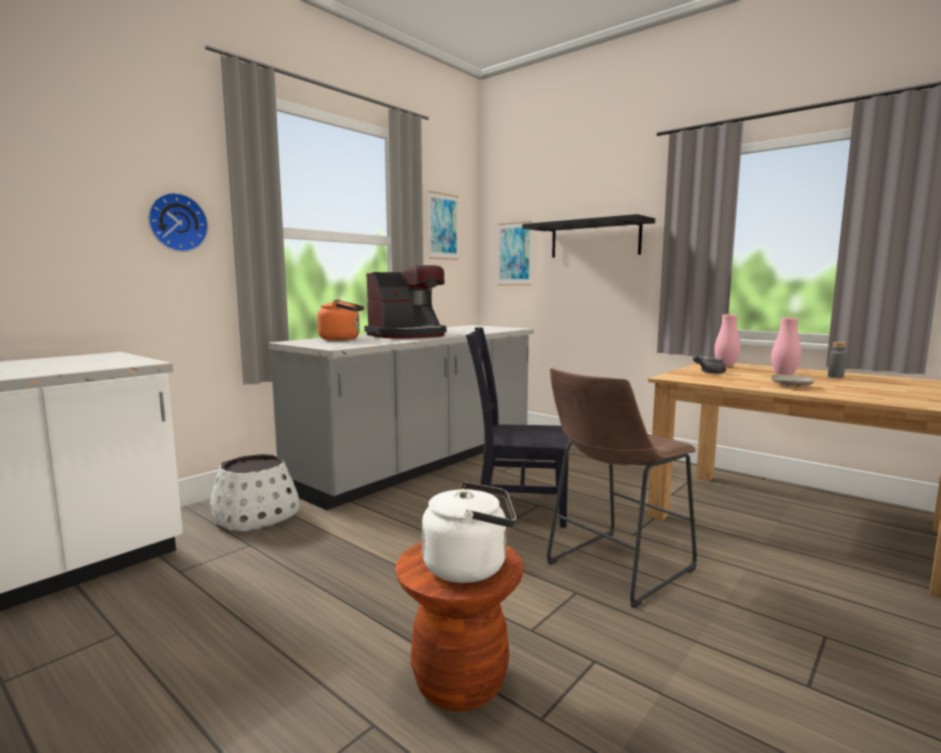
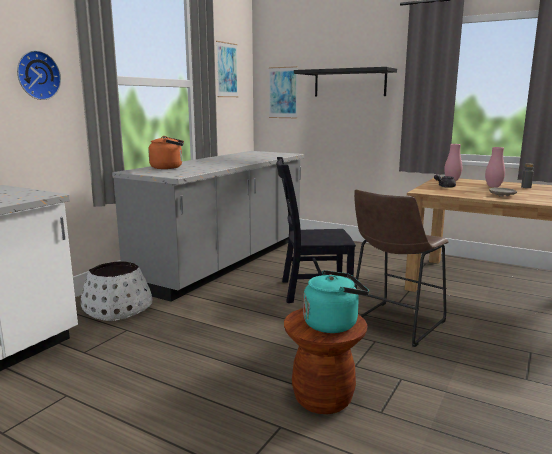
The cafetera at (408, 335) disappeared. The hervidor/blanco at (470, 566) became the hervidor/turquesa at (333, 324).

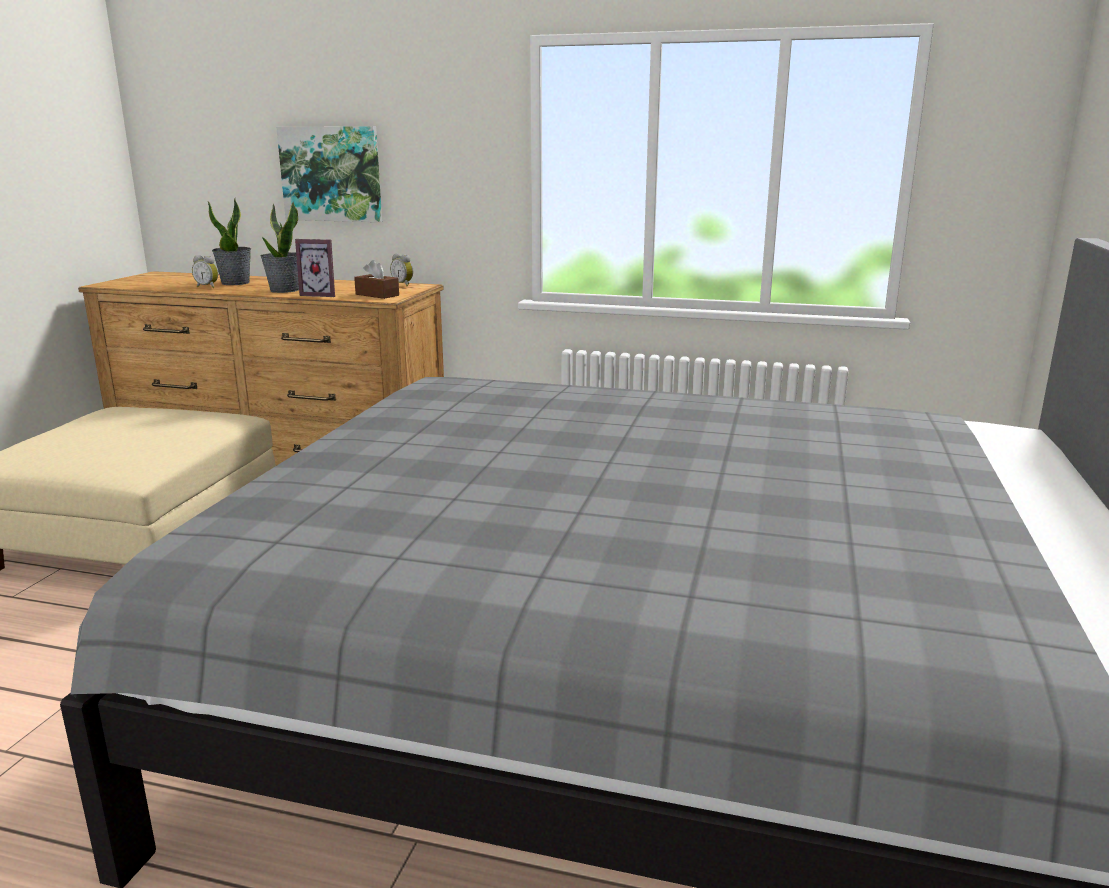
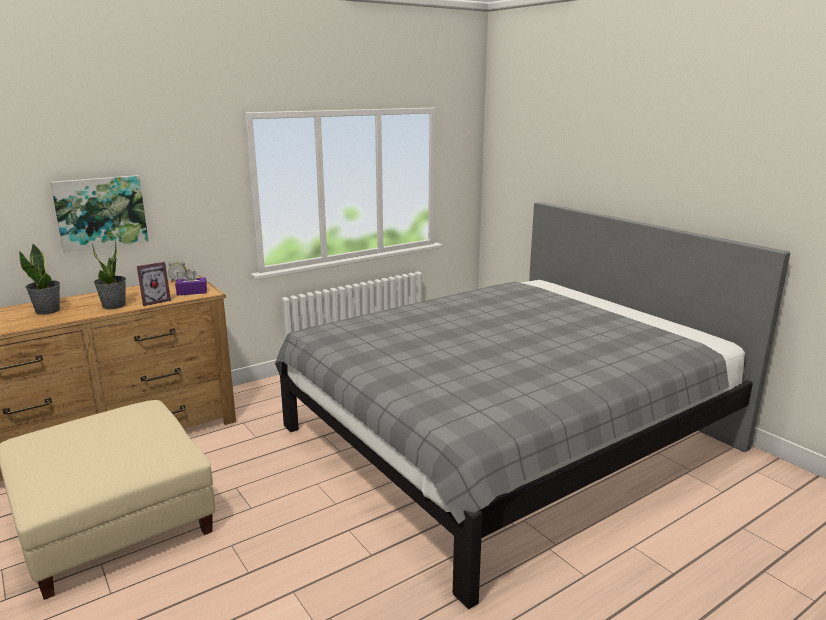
The despertador at (208, 287) disappeared. The caja de pañuelos/marrón at (377, 295) became the caja de pañuelos/morado at (192, 292).

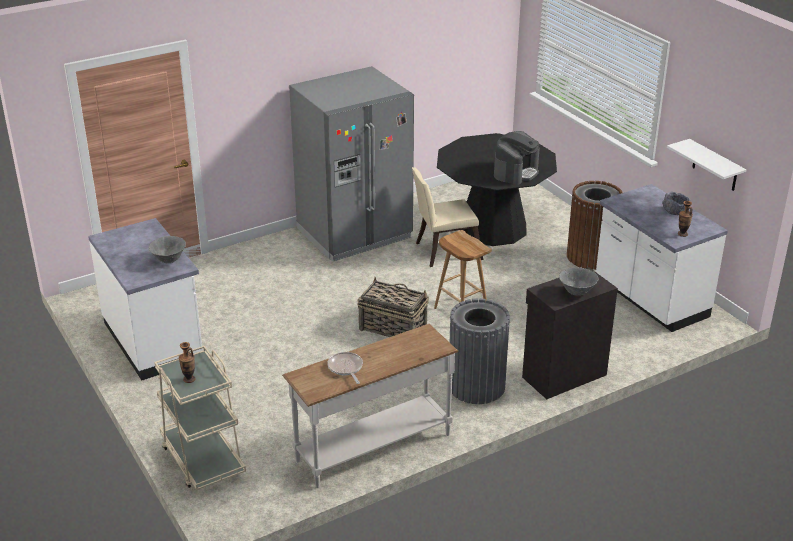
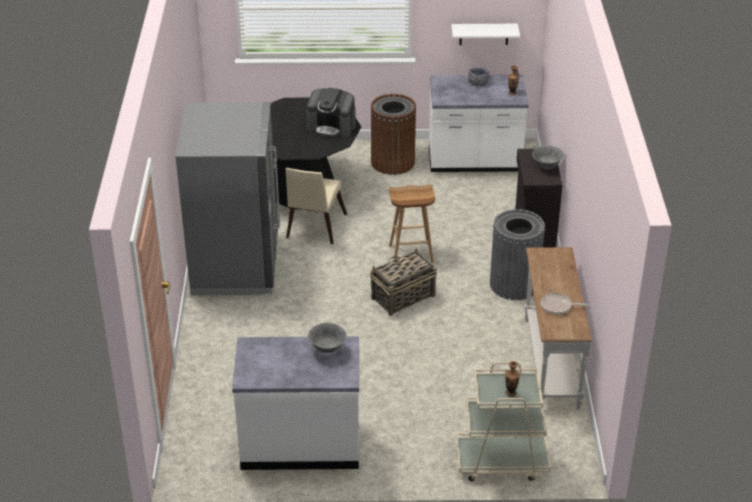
The cafetera at (516, 172) turned 135 degrees clockwise.

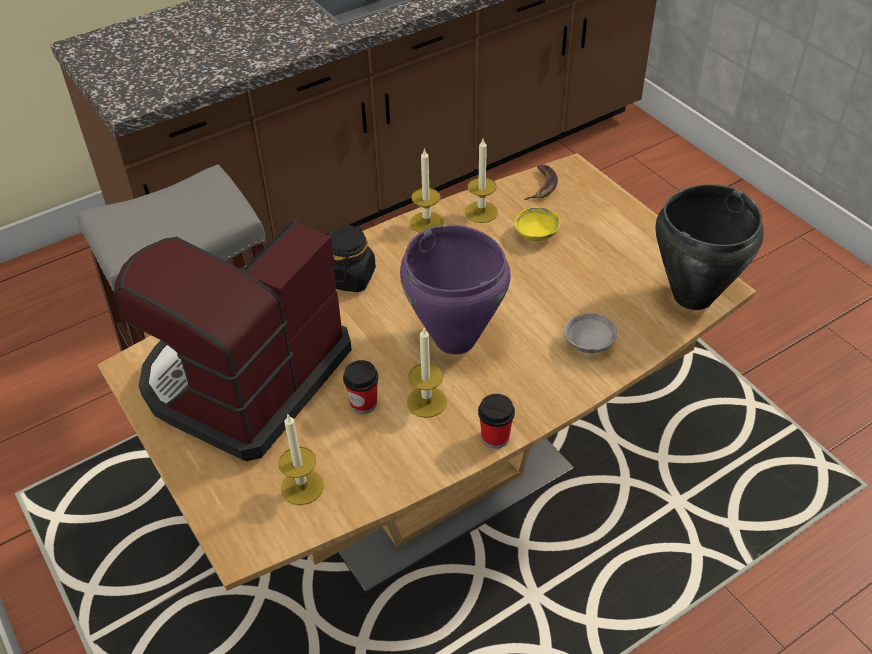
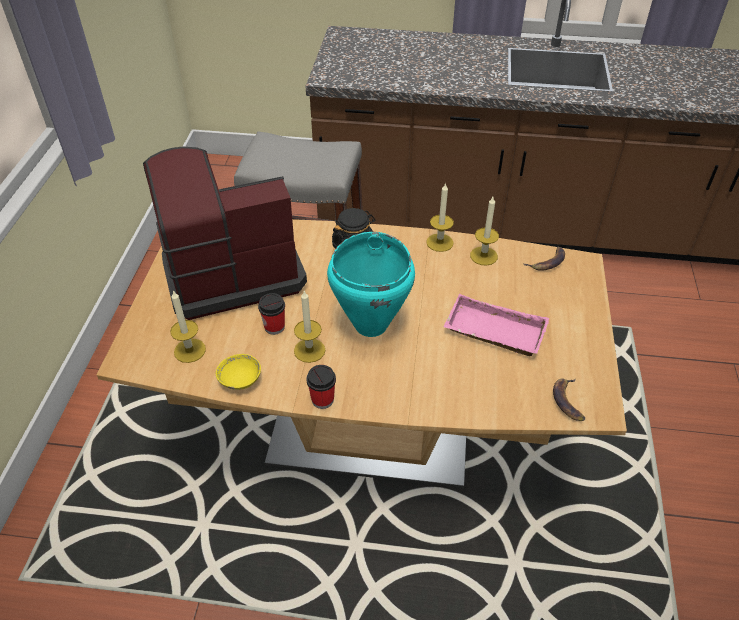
The olla/morado at (455, 340) became the olla/turquesa at (370, 325). The cuenco/amarillo moved from (536, 234) to (240, 380). The cuenco/gris at (588, 343) disappeared. The olla/negro at (692, 296) was replaced by the plátano at (568, 401). The bandeja/rosa at (492, 332) appeared.

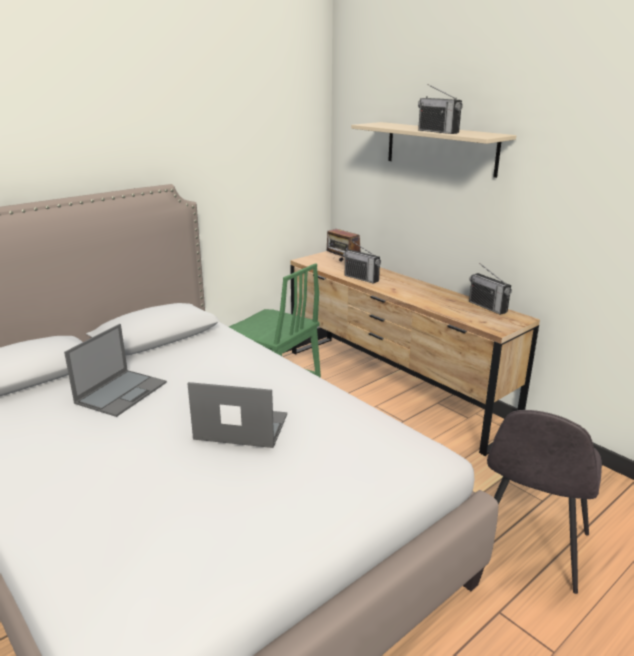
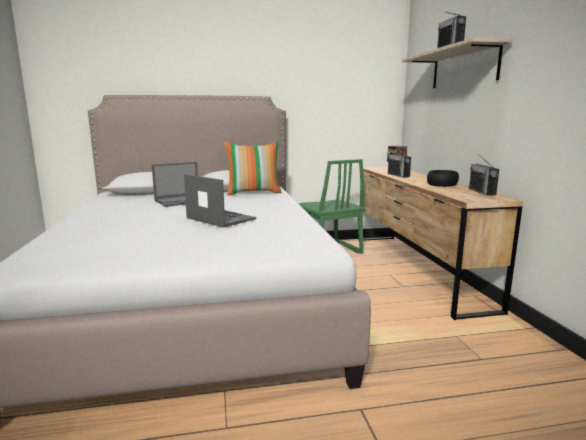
The silla/gris at (529, 546) disappeared. The cojín at (254, 192) appeared. The cuenco/negro at (442, 184) appeared.

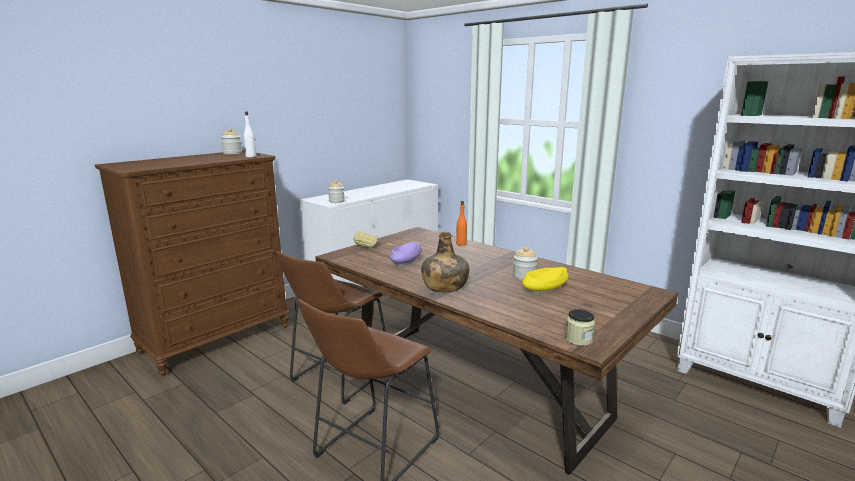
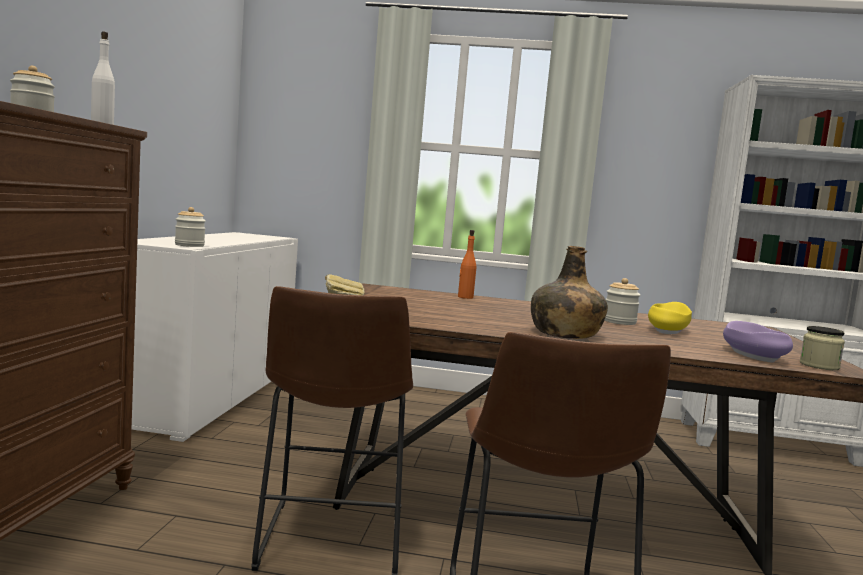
The cuenco/morado moved from (406, 261) to (754, 355).

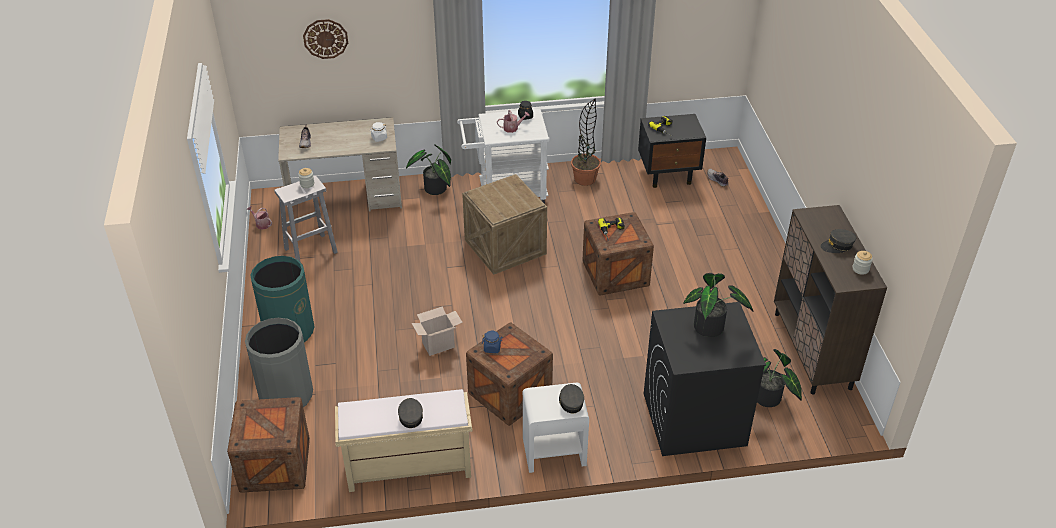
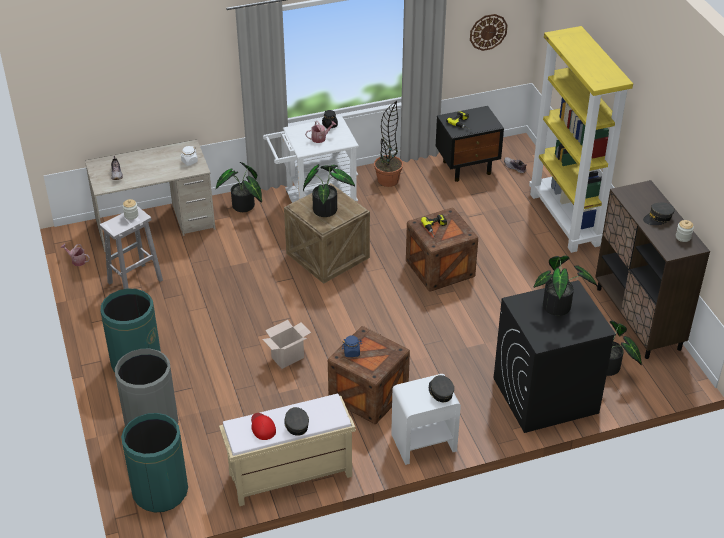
The caja de embalaje at (275, 465) was replaced by the papelera/verde at (160, 491). The reloj de pared moved from (325, 38) to (488, 32). The gorra/rojo at (262, 427) appeared. The planta en maceta at (327, 208) appeared. The estantería/amarillo at (565, 219) appeared.

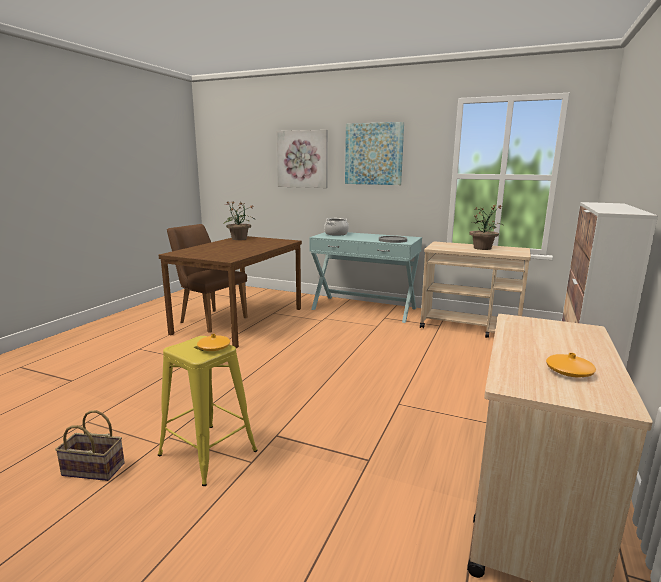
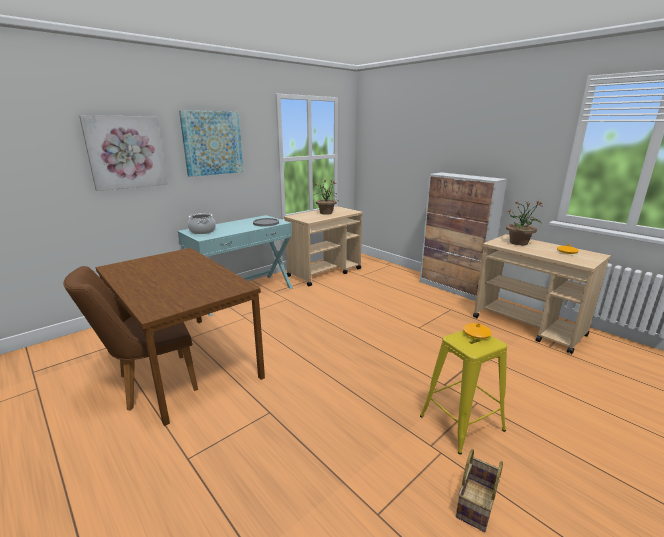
The planta en maceta moved from (239, 239) to (519, 242).

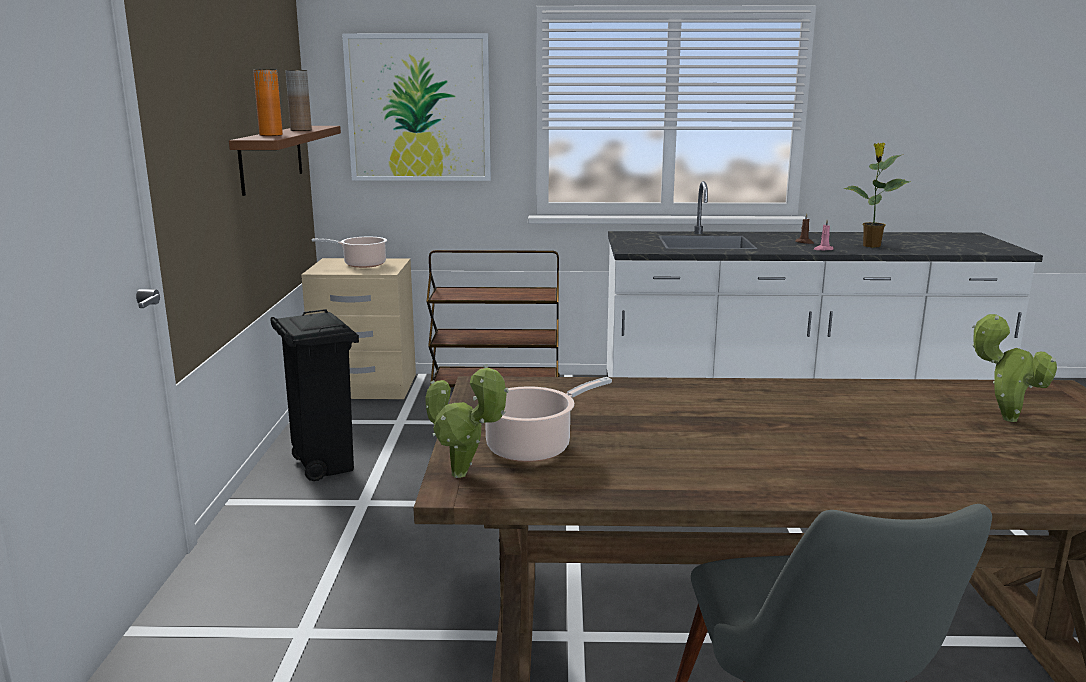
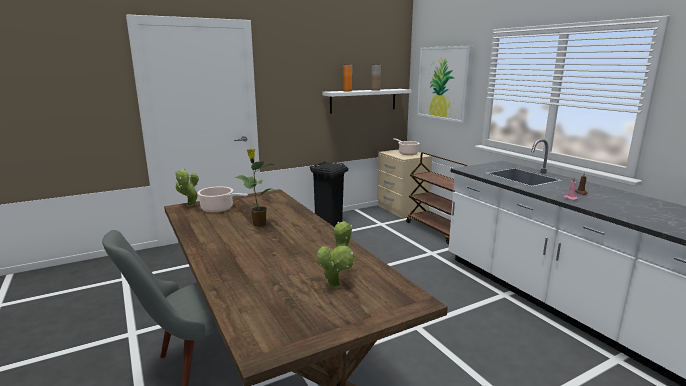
The estante/marrón at (272, 157) became the estante/blanco at (363, 100). The planta en maceta moved from (870, 246) to (258, 224).

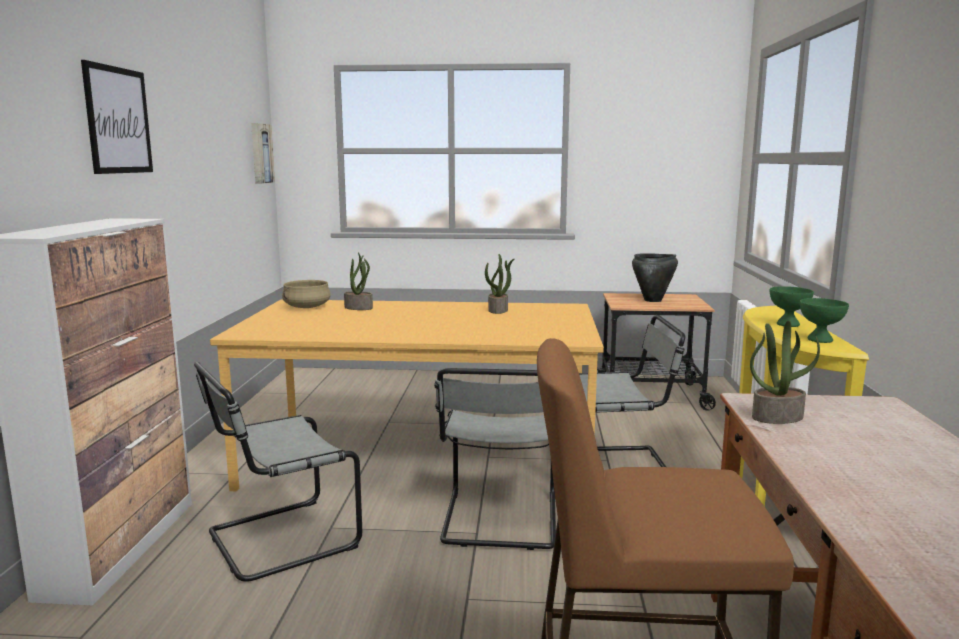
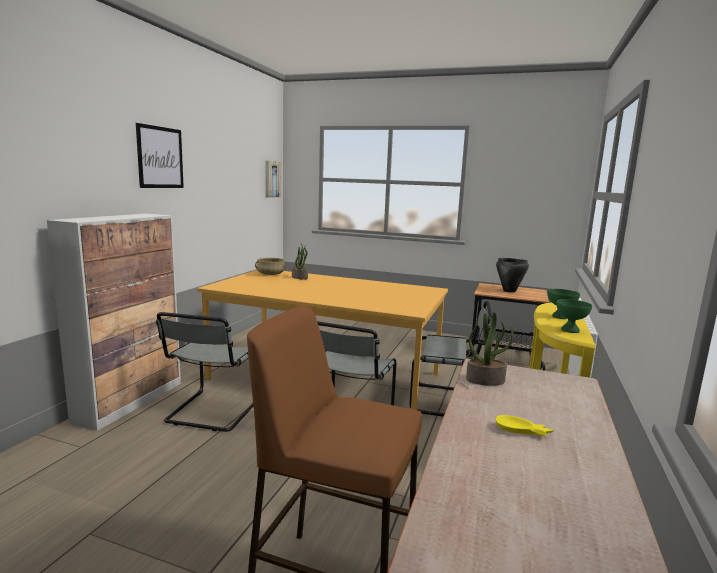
The silla/gris at (277, 540) turned 60 degrees counterclockwise. The planta en maceta at (498, 310) disappeared. The cuenco/amarillo at (523, 432) appeared.

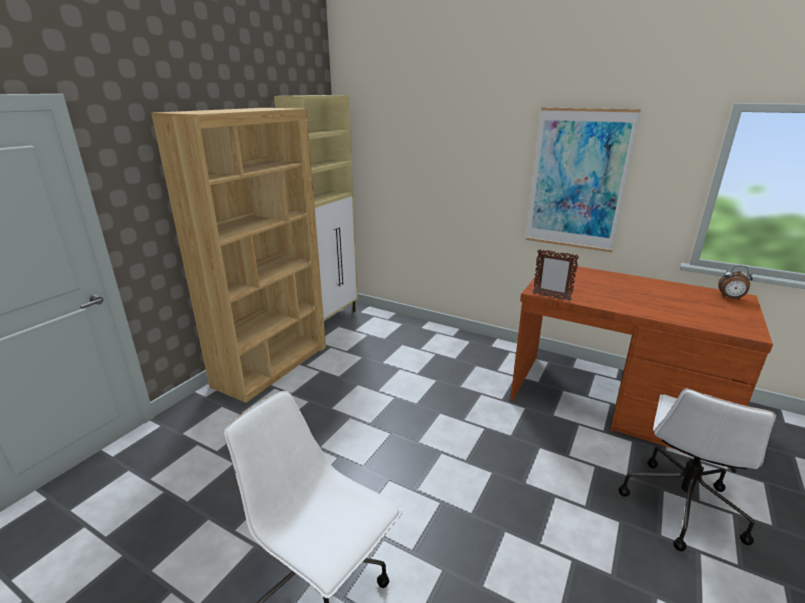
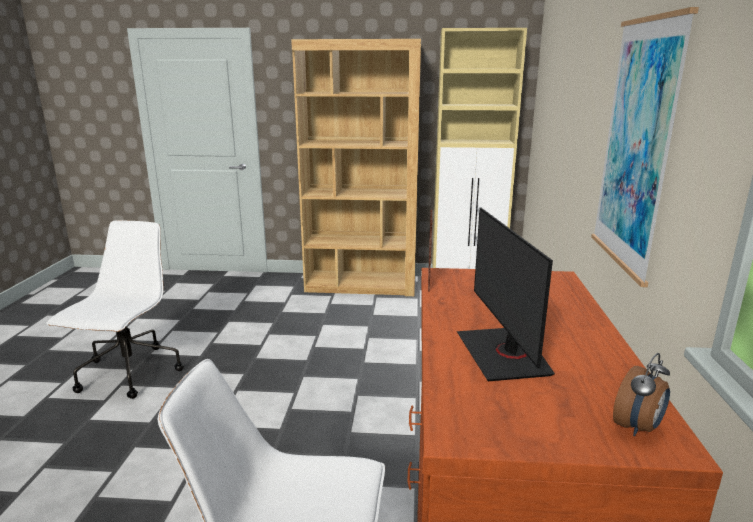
The despertador at (730, 298) turned 135 degrees counterclockwise. The monitor at (504, 354) appeared.

